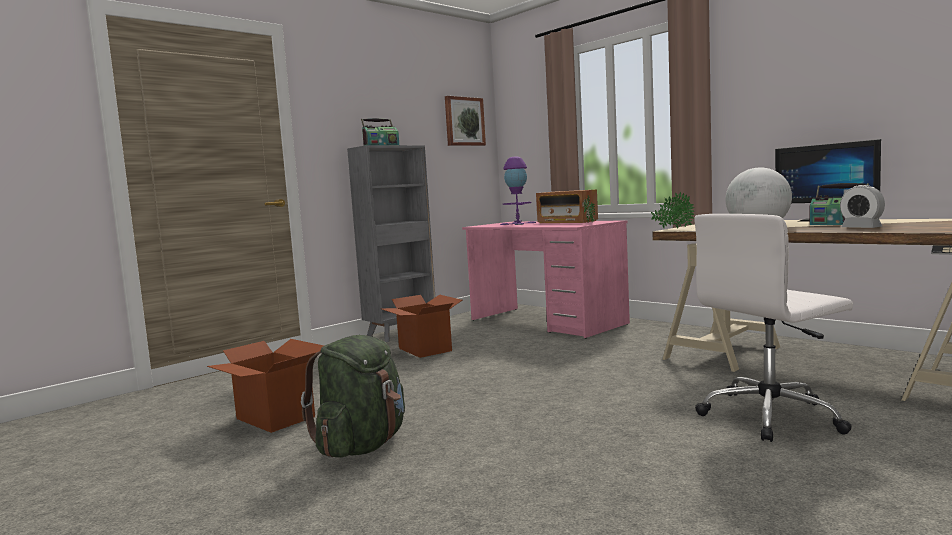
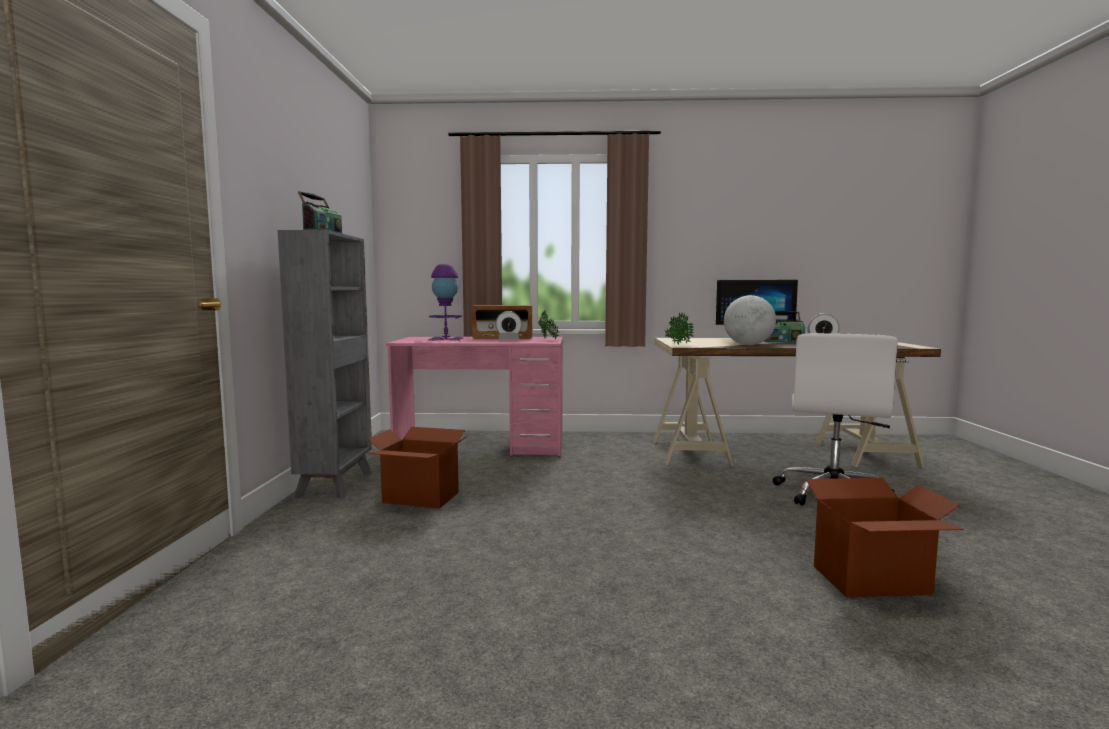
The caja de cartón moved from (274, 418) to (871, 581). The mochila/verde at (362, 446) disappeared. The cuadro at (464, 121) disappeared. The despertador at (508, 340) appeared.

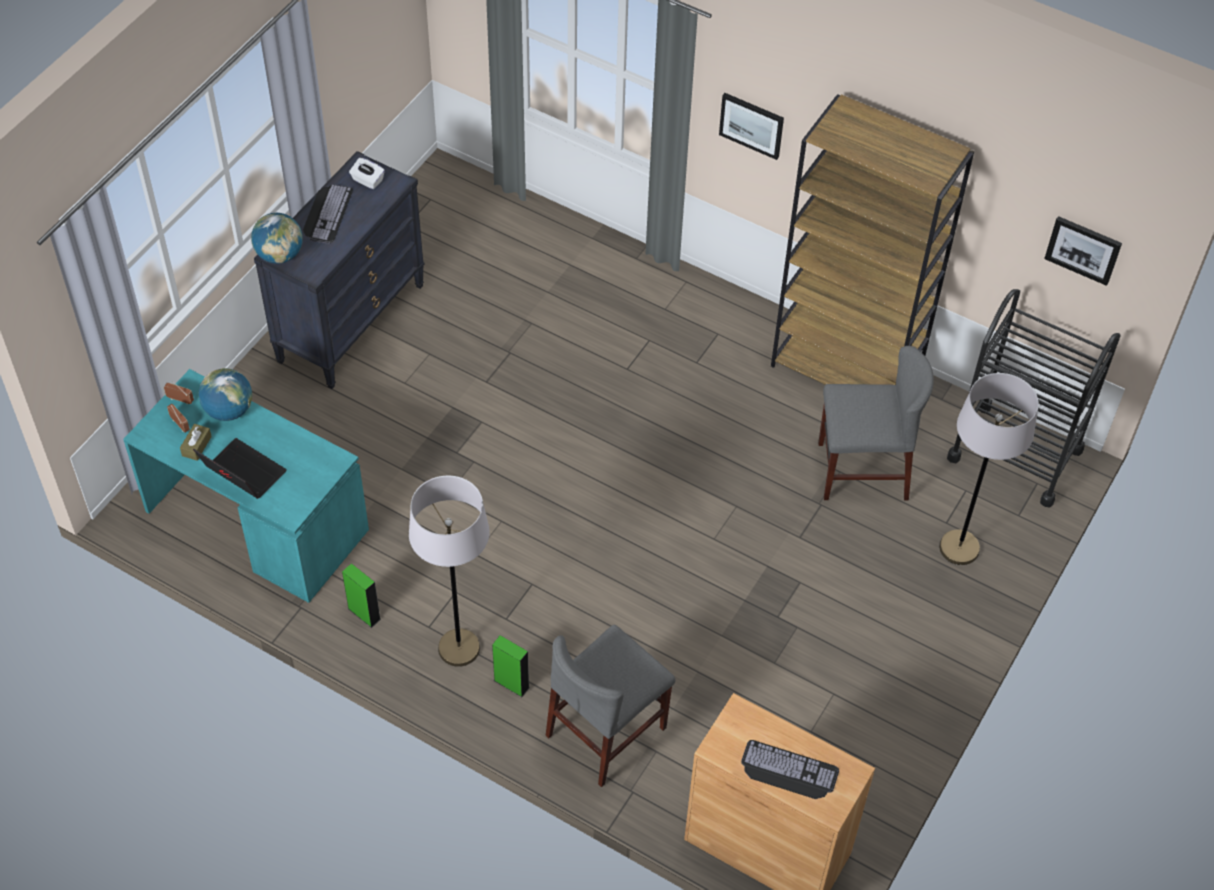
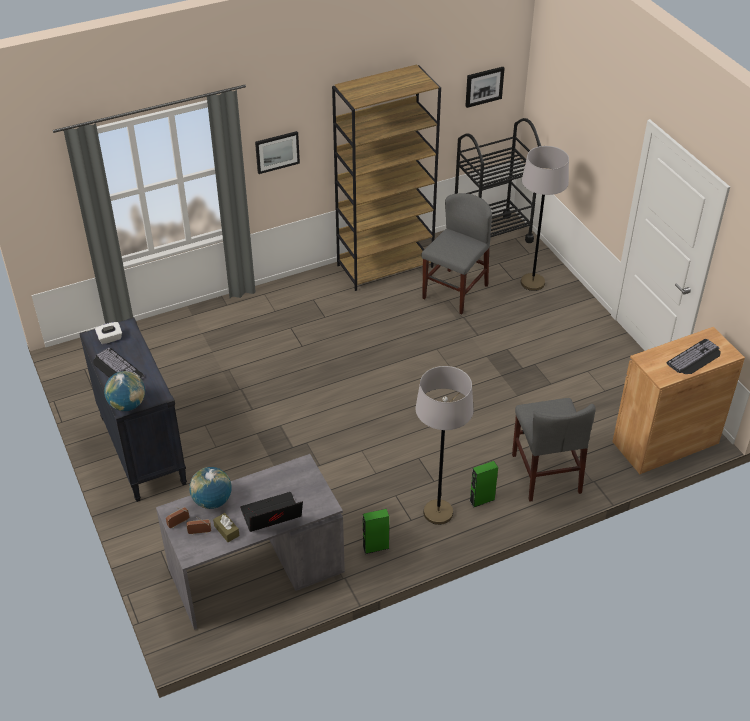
The escritorio/turquesa at (255, 521) became the escritorio/gris at (255, 571).

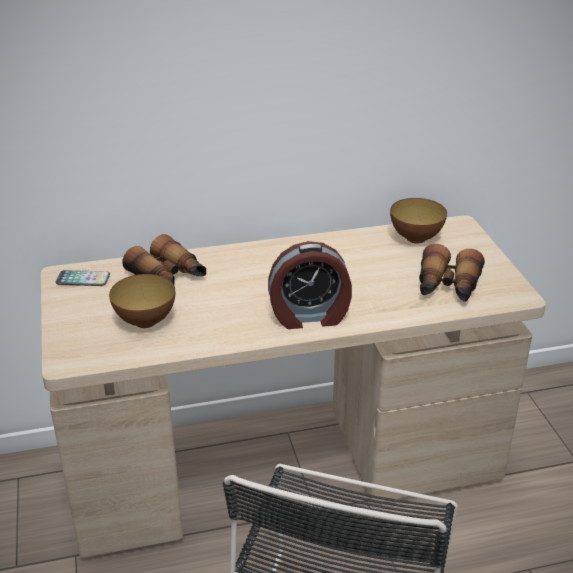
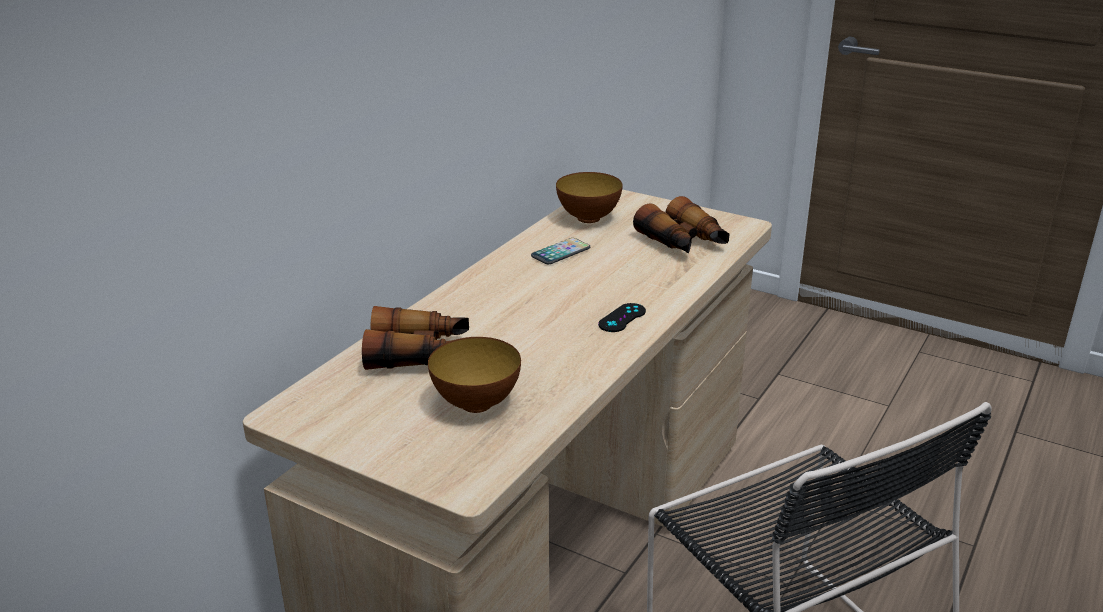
The móvil moved from (83, 279) to (560, 252). The despertador at (309, 316) was replaced by the mando de consola/negro at (622, 318).

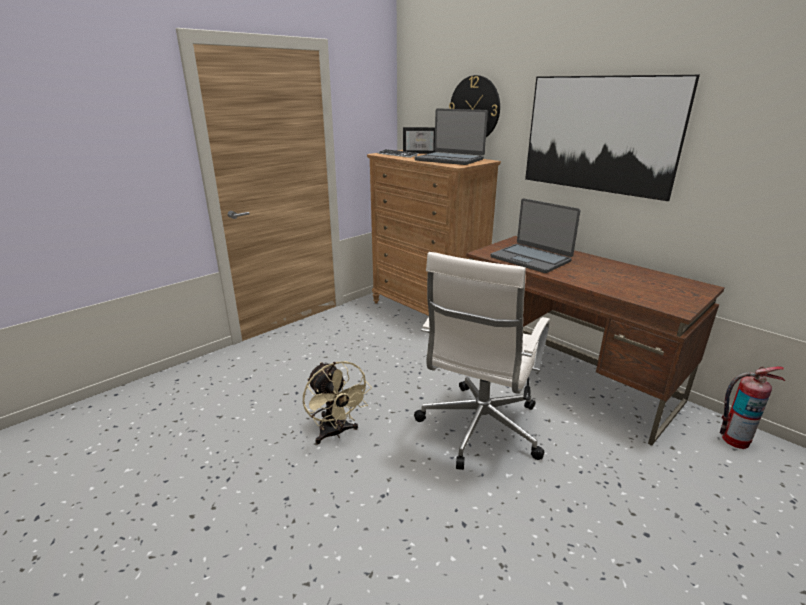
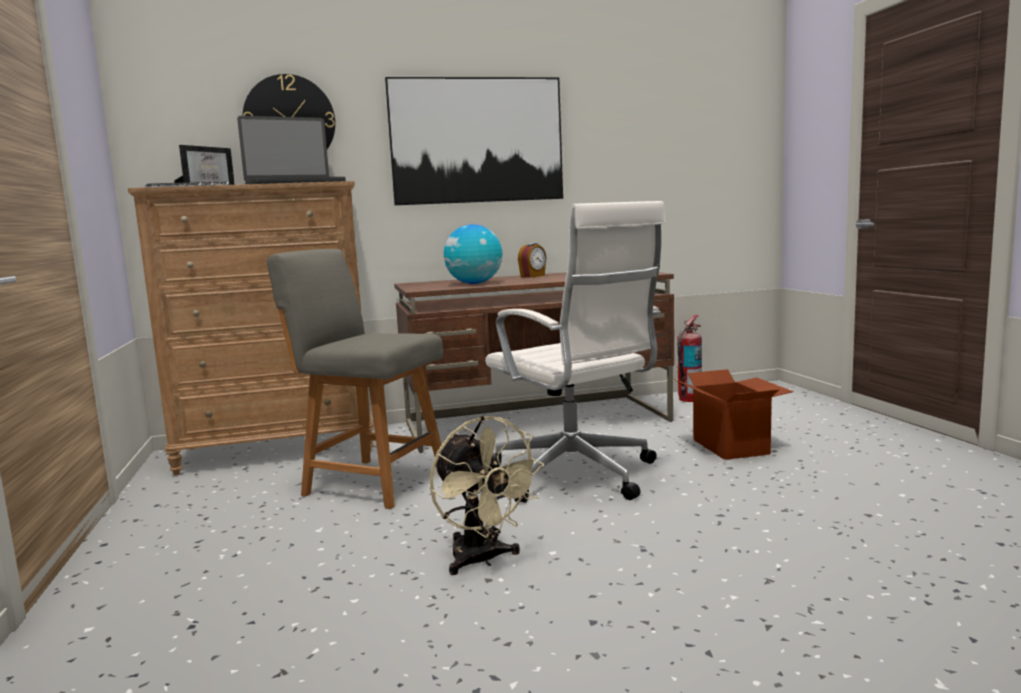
The ventilador/beis at (336, 433) turned 60 degrees clockwise. The portátil at (531, 259) was replaced by the globo terráqueo at (474, 283). The silla/gris at (372, 482) appeared. The despertador at (533, 276) appeared. The caja de cartón at (731, 446) appeared.

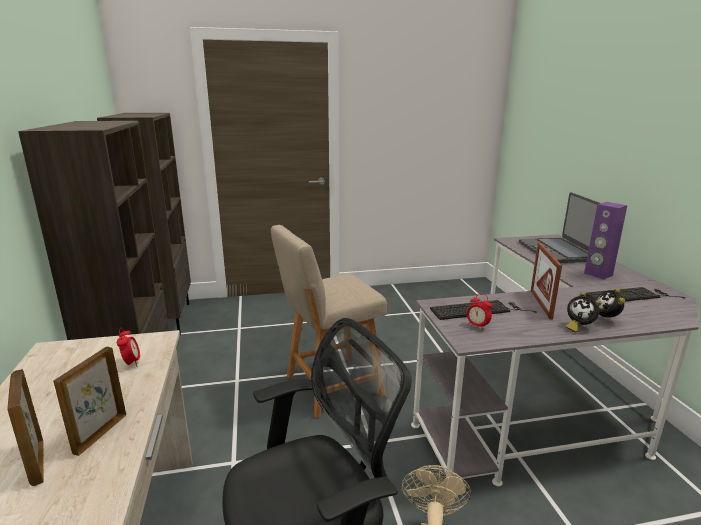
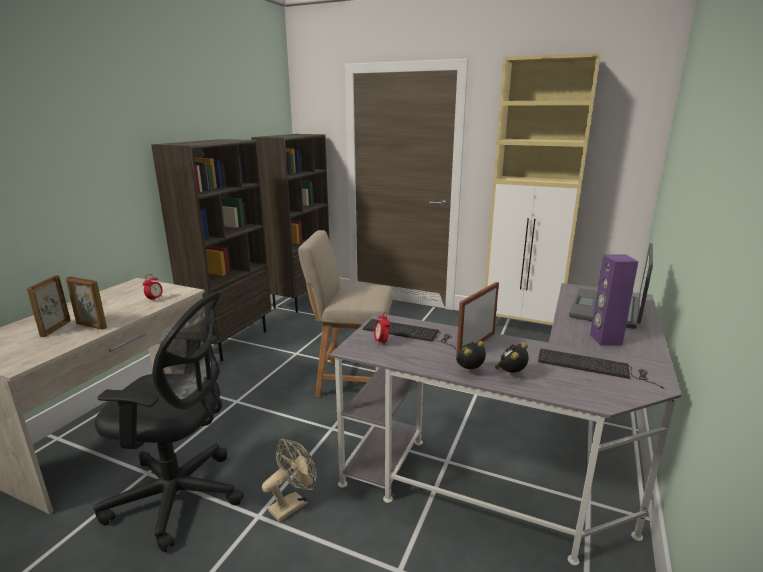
The portarretratos at (99, 433) turned 120 degrees counterclockwise. The despertador at (578, 327) turned 75 degrees clockwise. The armario/beis at (522, 328) appeared.

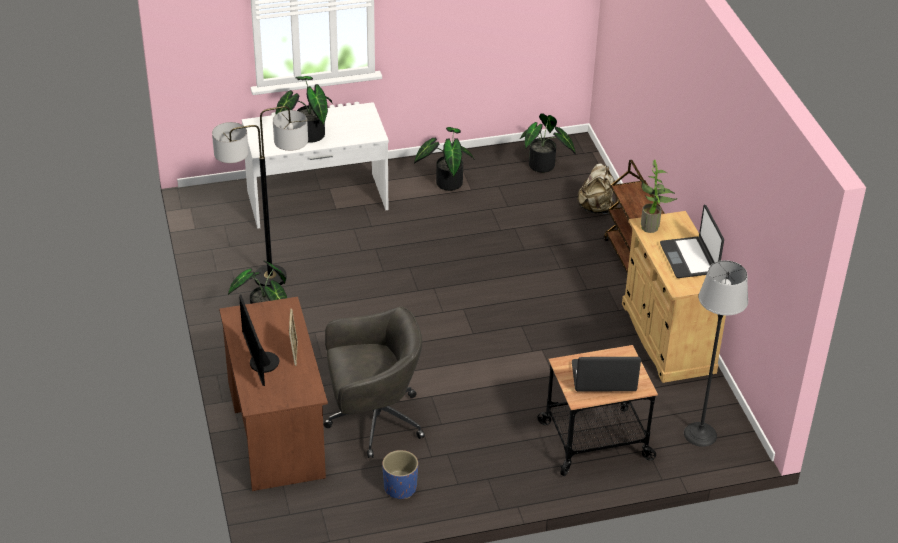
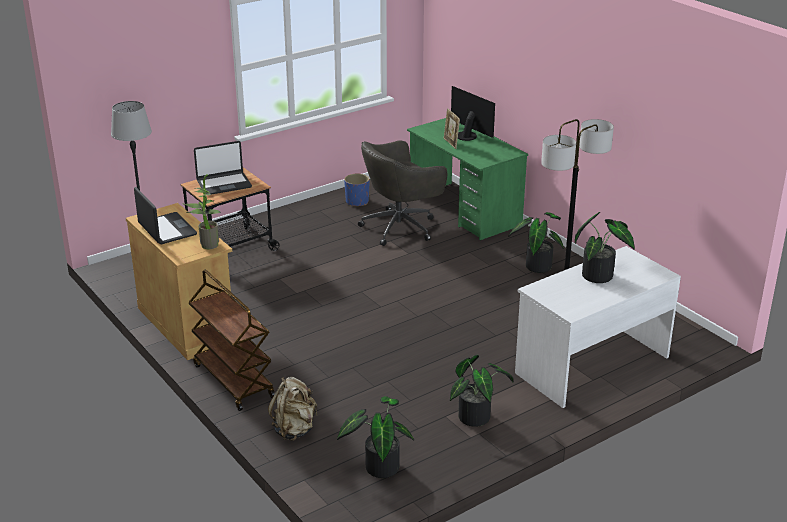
The escritorio/marrón at (275, 429) became the escritorio/verde at (464, 211).

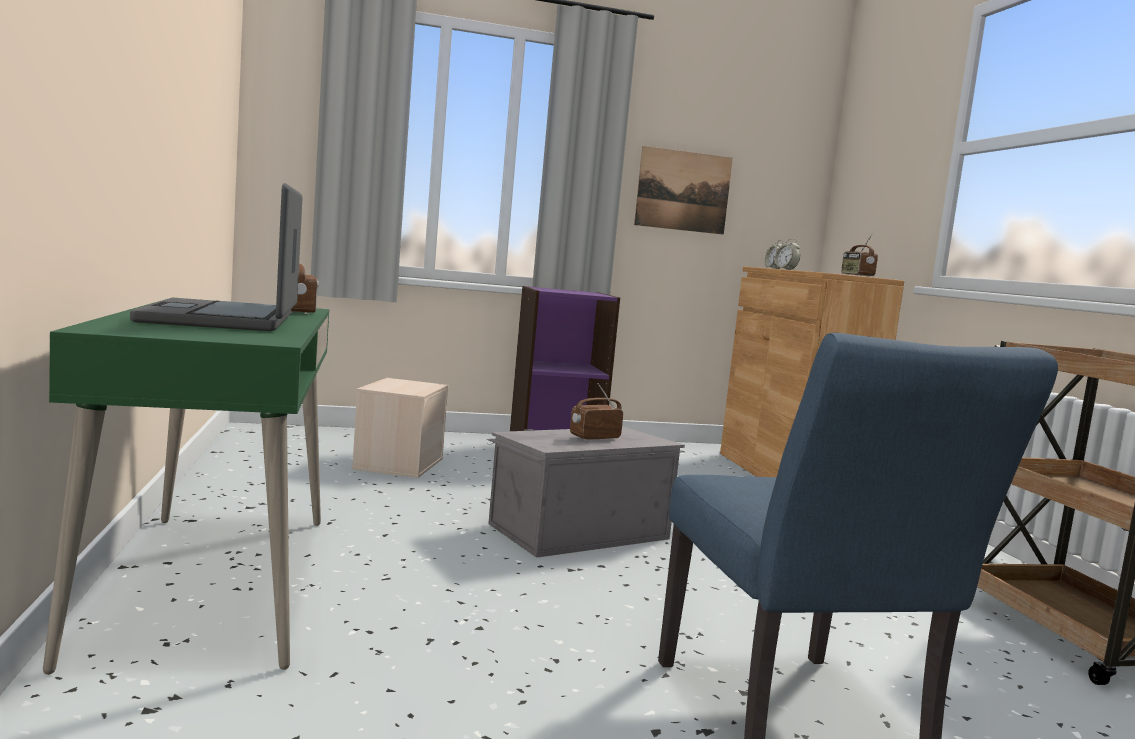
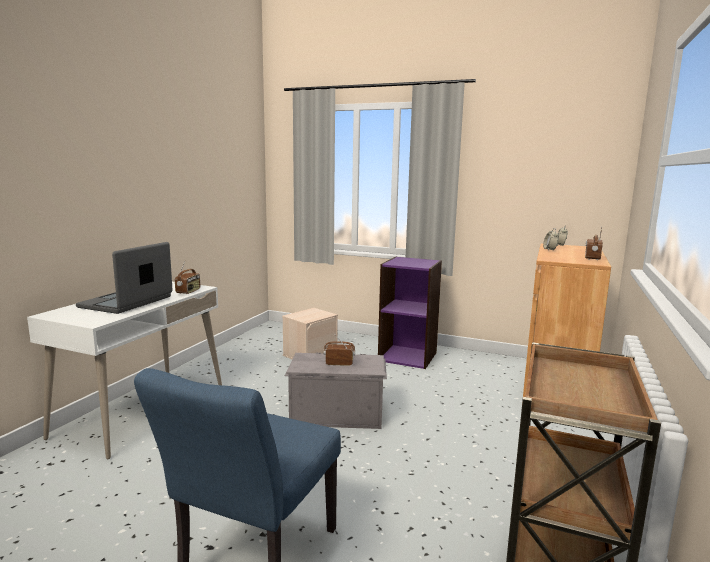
The escritorio/verde at (212, 582) became the escritorio/blanco at (142, 410). The cuadro at (683, 191) disappeared.

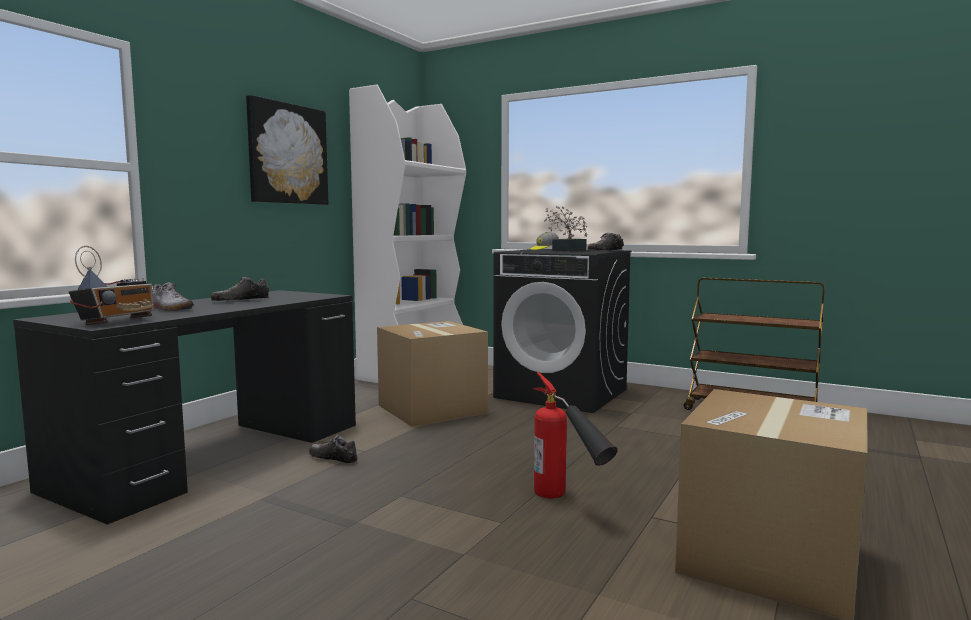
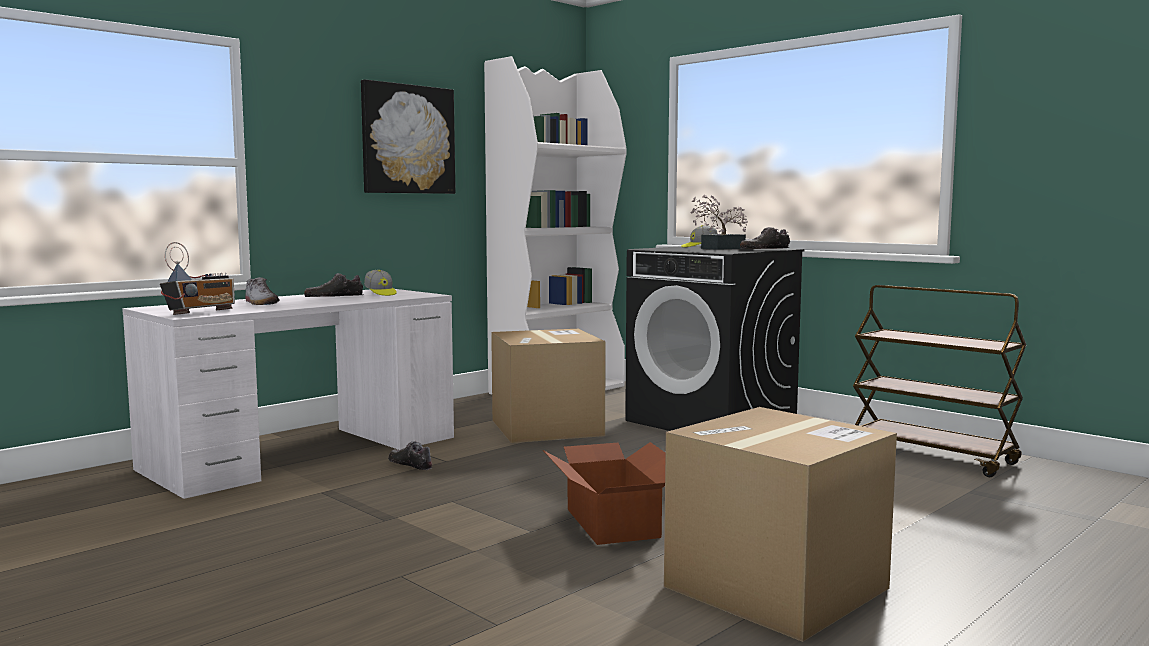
The escritorio/negro at (218, 454) became the escritorio/blanco at (305, 452). The extintor at (568, 503) was replaced by the caja de cartón at (613, 522). The gorra at (380, 293) appeared.

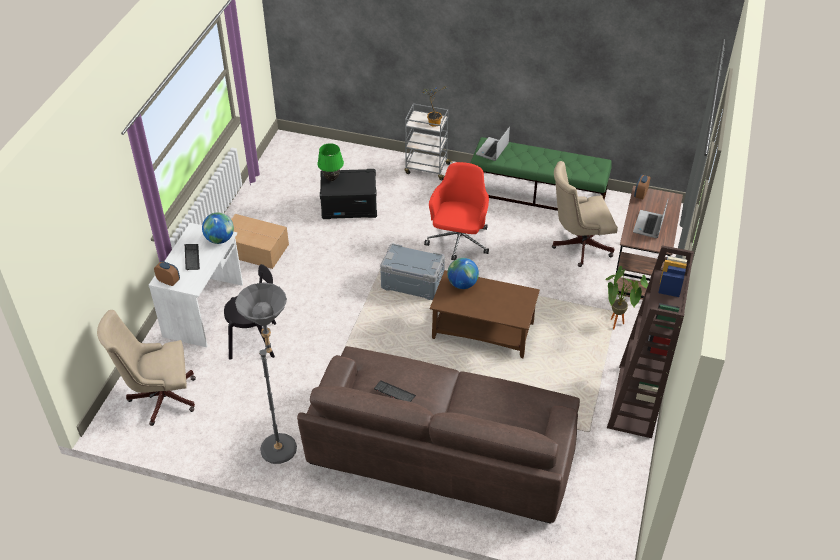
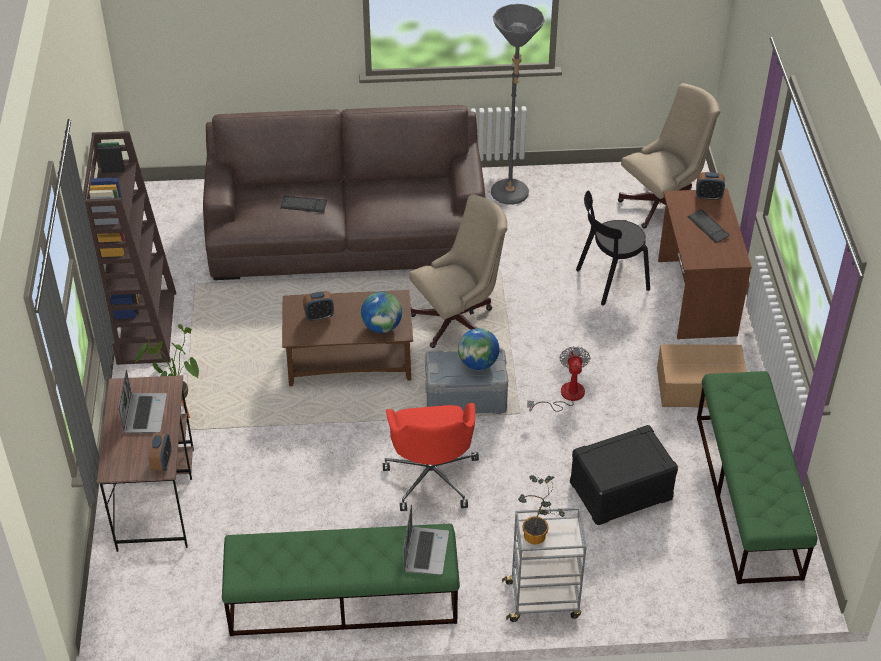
The escritorio/blanco at (205, 310) became the escritorio/marrón at (695, 297). The globo terráqueo moved from (220, 239) to (478, 363). The lámpara de mesa/verde at (331, 179) disappeared. The teclado moved from (394, 393) to (303, 205). The silla de oficina/beis moved from (578, 246) to (458, 320). The despertador at (319, 316) appeared. The ventilador at (565, 396) appeared. The banco/verde at (748, 496) appeared.

